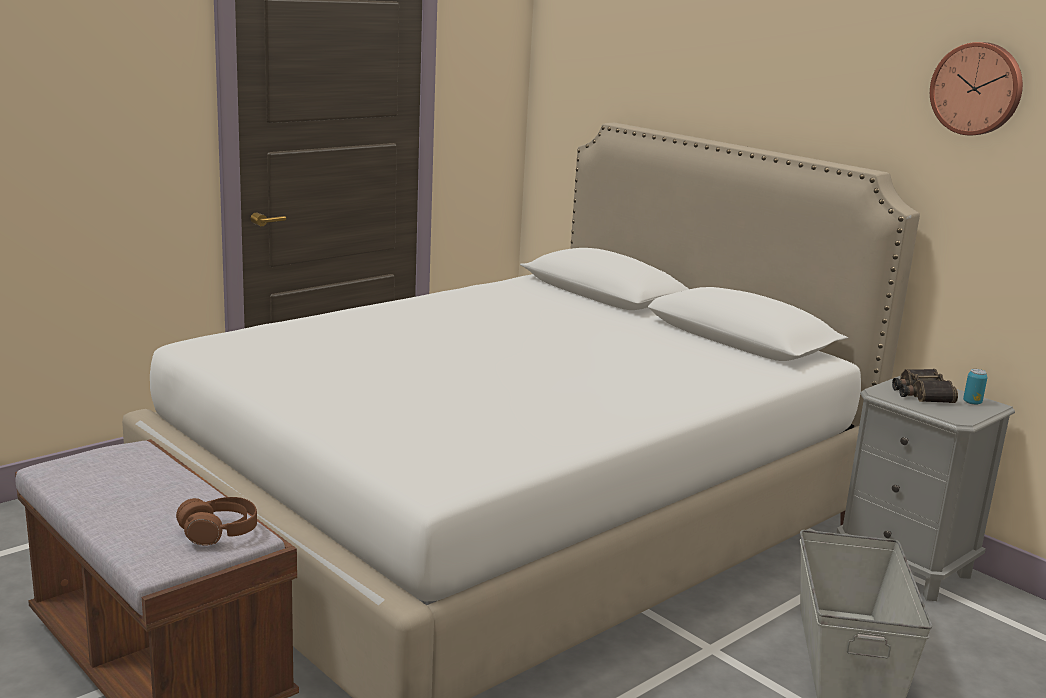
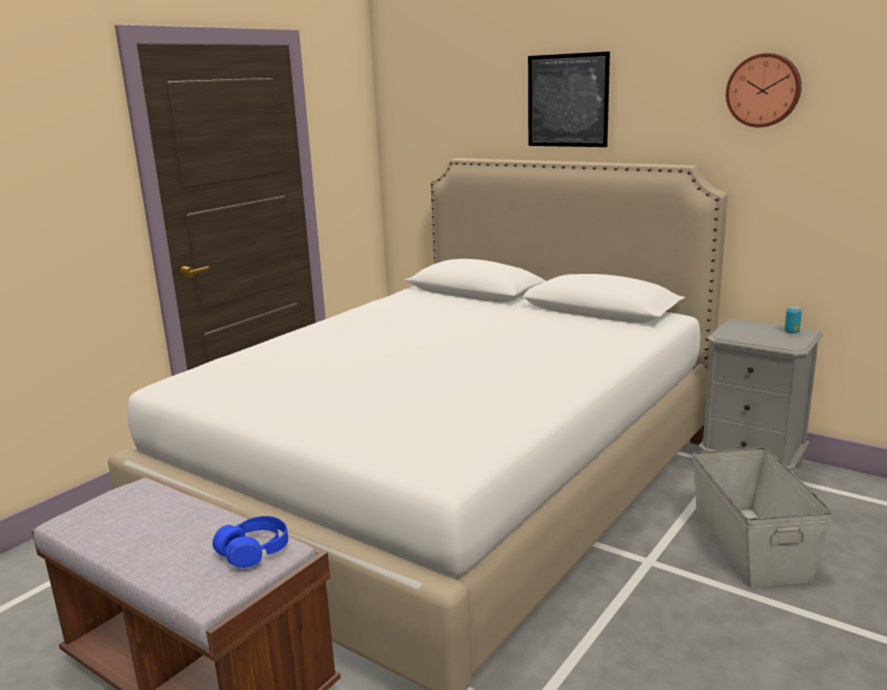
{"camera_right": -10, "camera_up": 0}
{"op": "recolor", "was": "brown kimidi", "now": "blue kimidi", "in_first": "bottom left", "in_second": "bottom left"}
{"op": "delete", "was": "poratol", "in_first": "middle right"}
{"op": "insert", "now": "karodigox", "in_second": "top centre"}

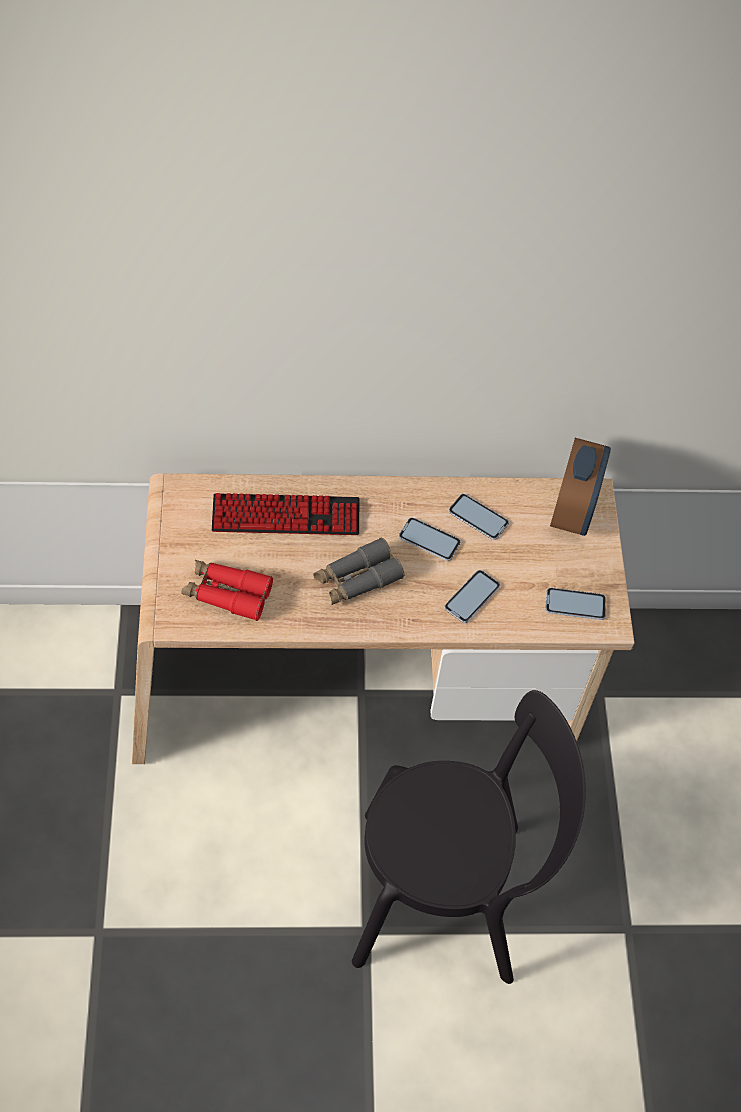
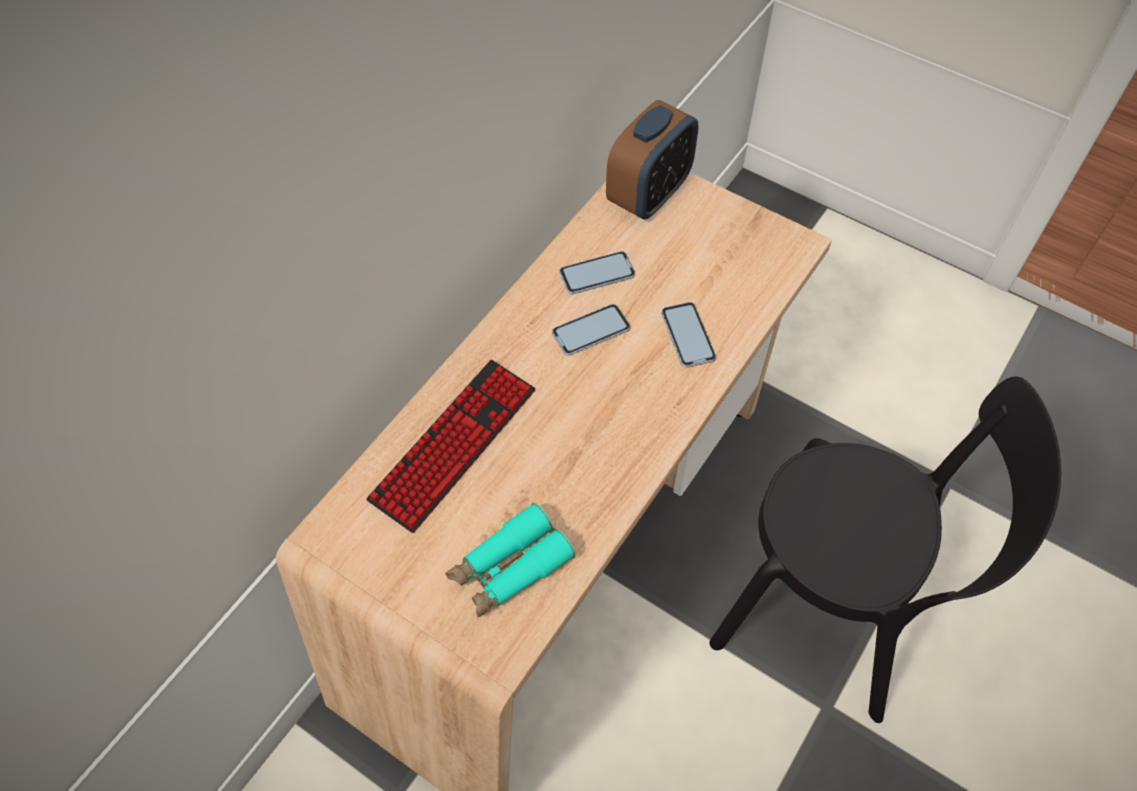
{"camera_right": -50, "camera_up": 0}
{"op": "recolor", "was": "red poratol", "now": "turquoise poratol", "in_first": "middle left", "in_second": "bottom centre"}
{"op": "delete", "was": "grey poratol", "in_first": "centre"}
{"op": "rotate", "was": "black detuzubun", "in_first": "bottom centre", "in_second": "bottom right", "clockwise": 75}
{"op": "delete", "was": "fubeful (4th from left)", "in_first": "middle right"}
{"op": "rotate", "was": "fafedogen", "in_first": "middle right", "in_second": "top centre", "clockwise": 75}

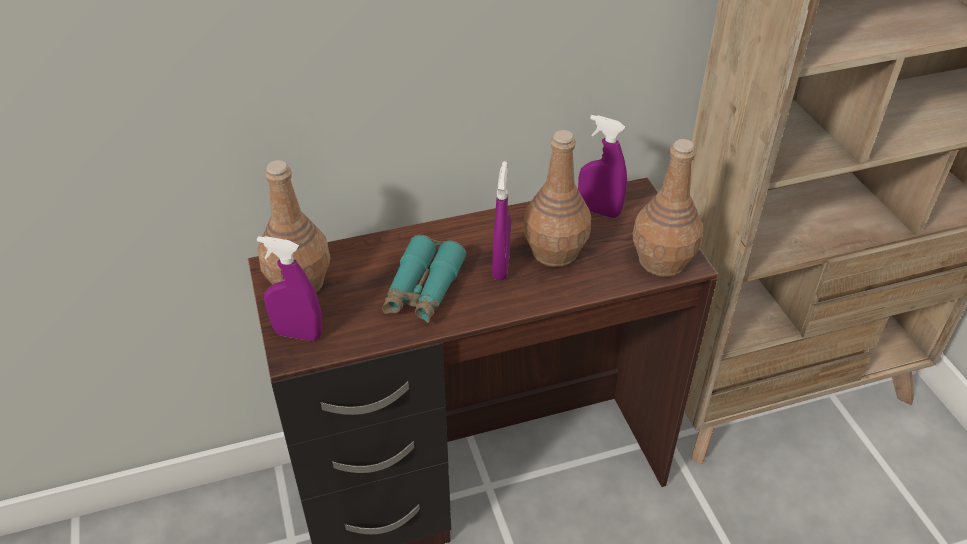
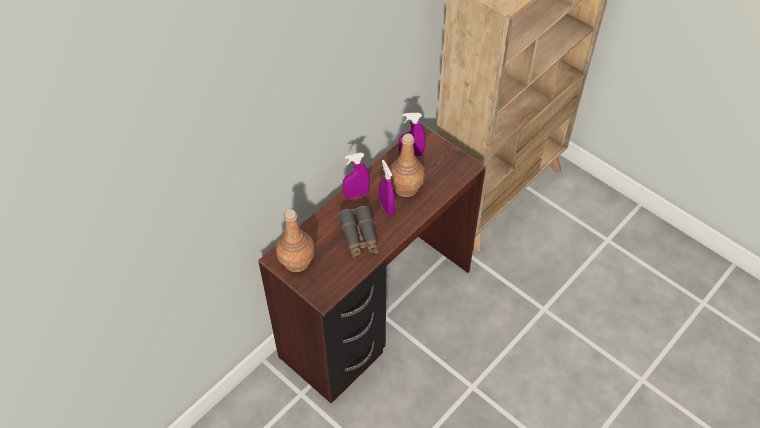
{"camera_right": -30, "camera_up": 10}
{"op": "move", "was": "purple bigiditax (1st from left)", "in_first": "middle left", "in_second": "centre"}
{"op": "recolor", "was": "turquoise poratol", "now": "grey poratol", "in_first": "centre", "in_second": "centre"}
{"op": "delete", "was": "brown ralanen (3rd from left)", "in_first": "middle right"}

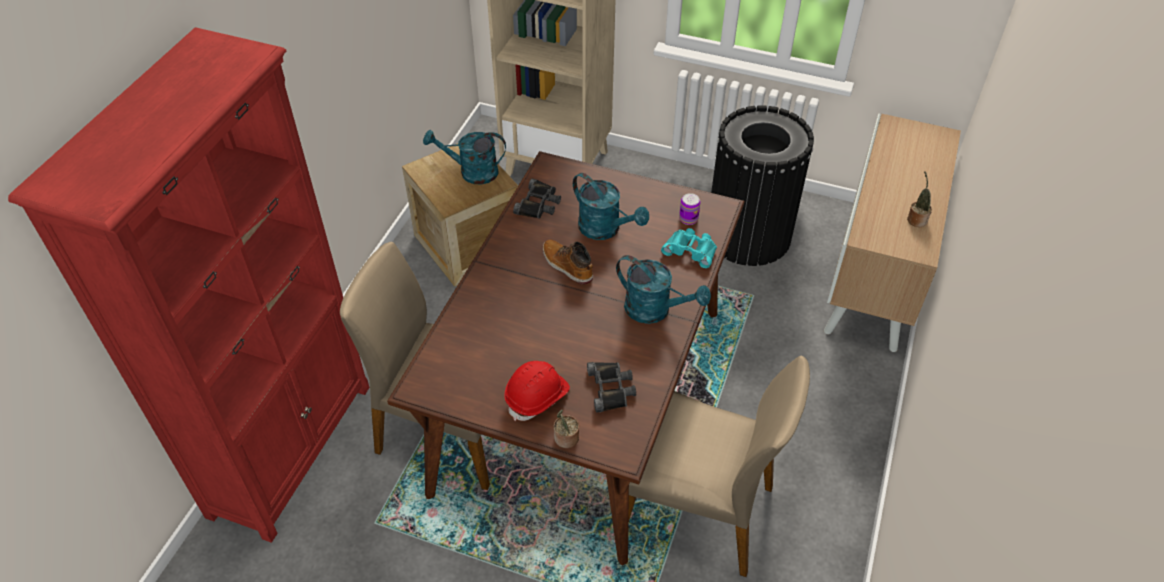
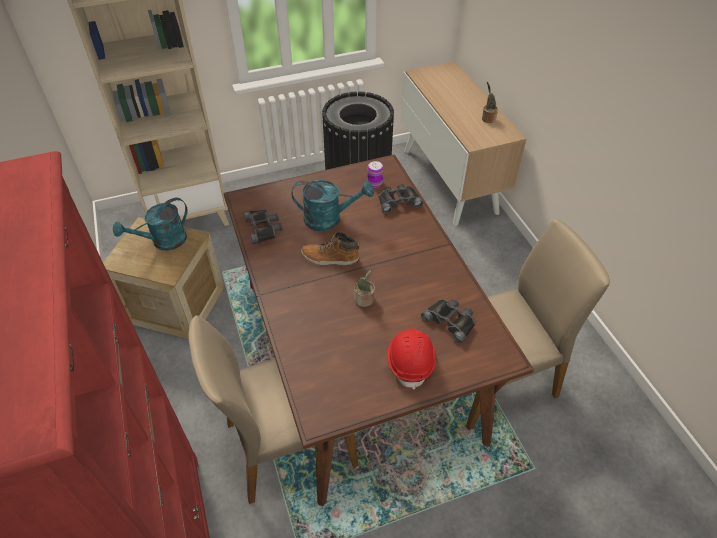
{"camera_right": -40, "camera_up": 0}
{"op": "move", "was": "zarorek (1st from left)", "in_first": "bottom centre", "in_second": "centre"}
{"op": "delete", "was": "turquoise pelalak (3rd from left)", "in_first": "centre"}
{"op": "recolor", "was": "turquoise poratol", "now": "black poratol (2nd from left)", "in_first": "centre", "in_second": "centre"}

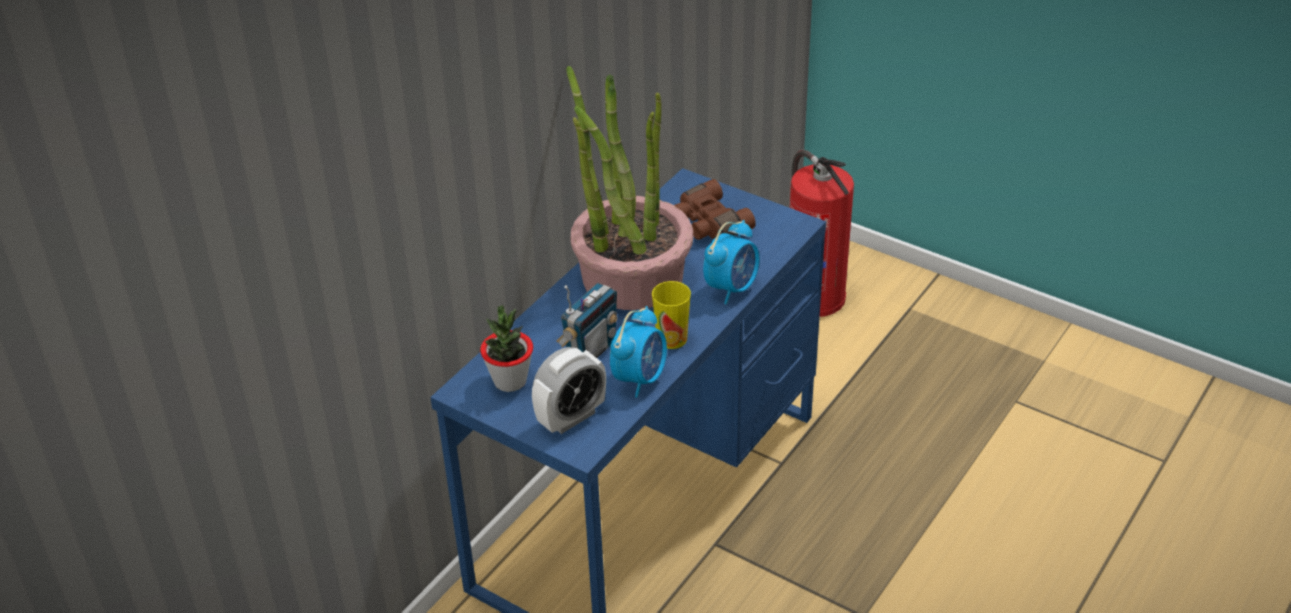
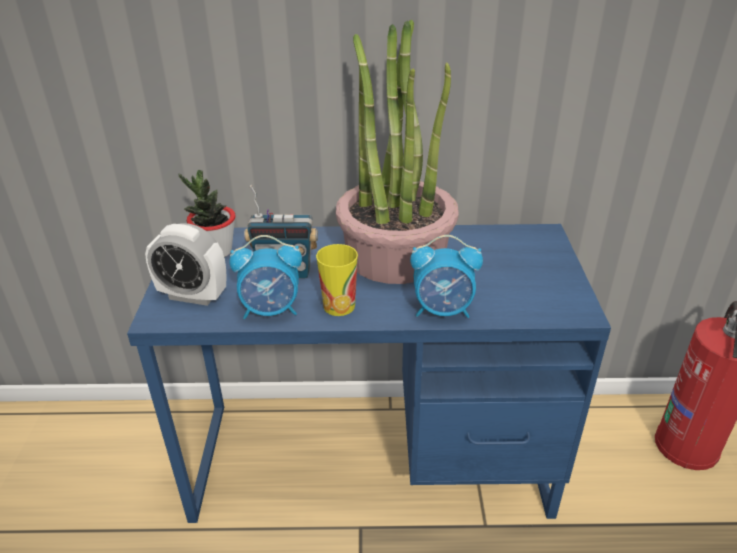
{"camera_right": 55, "camera_up": -5}
{"op": "delete", "was": "brown poratol", "in_first": "centre"}

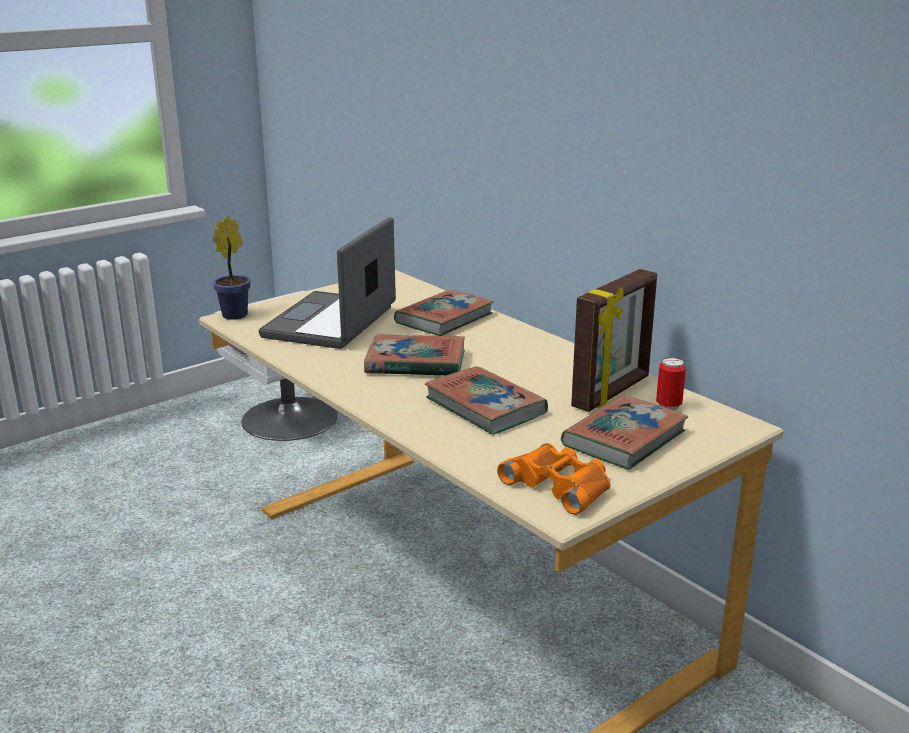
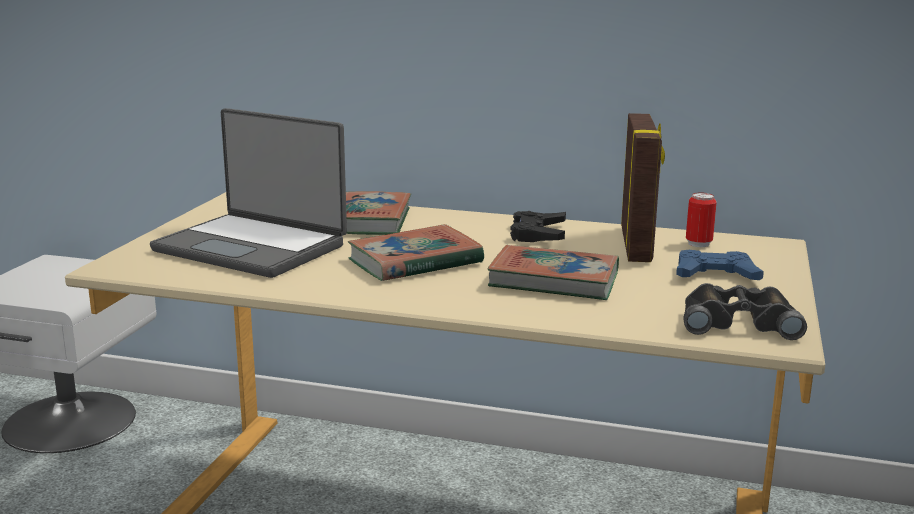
{"camera_right": -35, "camera_up": -5}
{"op": "delete", "was": "zarorek", "in_first": "middle left"}
{"op": "rotate", "was": "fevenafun", "in_first": "centre", "in_second": "middle left", "clockwise": -45}
{"op": "recolor", "was": "orange poratol", "now": "black poratol", "in_first": "centre", "in_second": "middle right"}
{"op": "replace", "was": "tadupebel (4th from left)", "now": "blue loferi", "in_first": "middle right", "in_second": "middle right"}
{"op": "insert", "now": "black loferi", "in_second": "centre"}

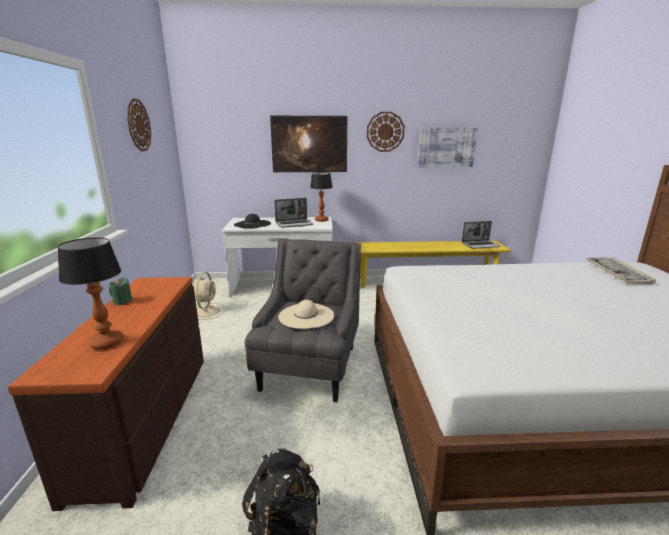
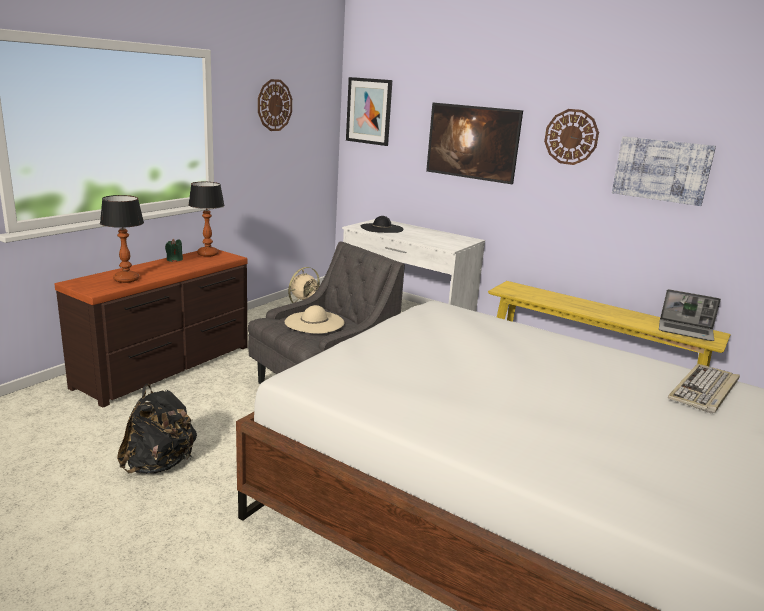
{"camera_right": 35, "camera_up": 0}
{"op": "delete", "was": "fevenafun (1st from left)", "in_first": "centre"}
{"op": "move", "was": "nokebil (2nd from left)", "in_first": "centre", "in_second": "middle left"}
{"op": "insert", "now": "karodigox (1st from left)", "in_second": "top centre"}

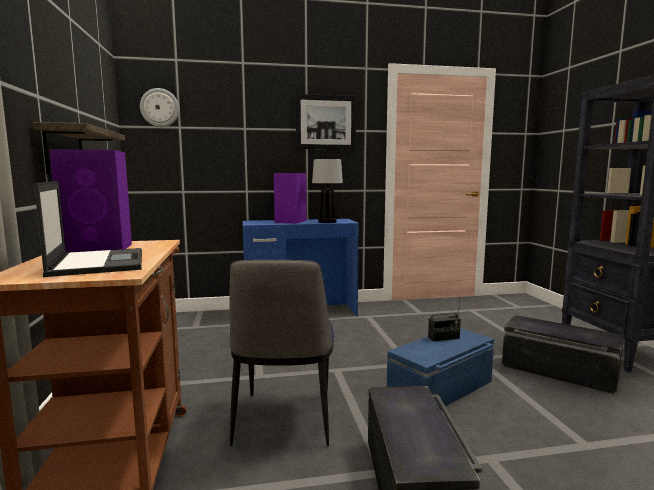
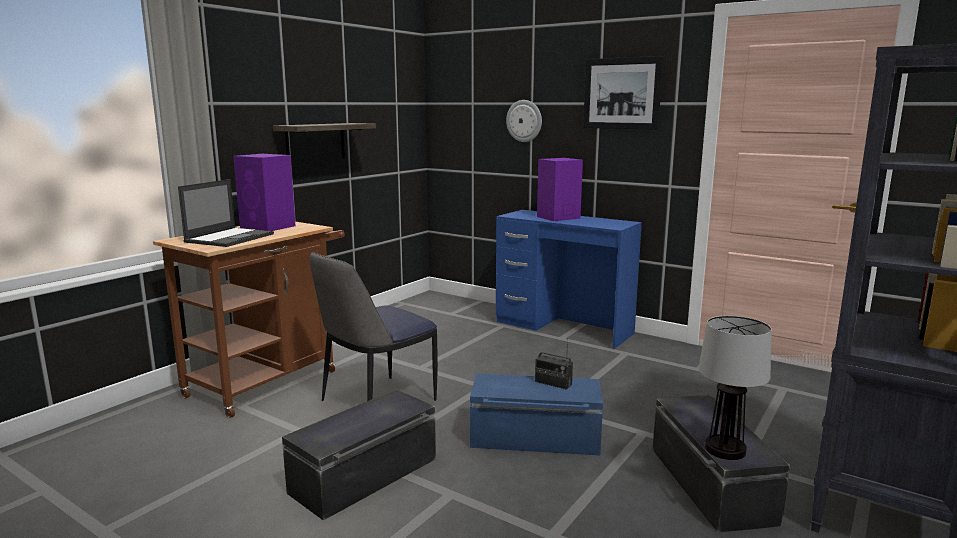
{"camera_right": 45, "camera_up": 5}
{"op": "move", "was": "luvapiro", "in_first": "top left", "in_second": "top centre"}
{"op": "move", "was": "nokebil", "in_first": "centre", "in_second": "bottom right"}

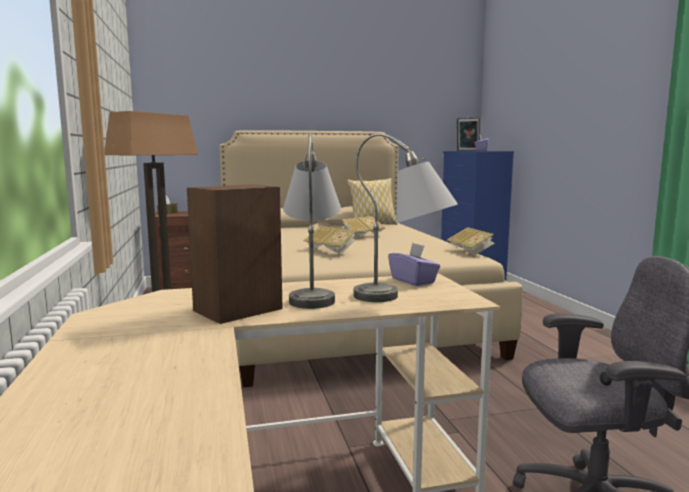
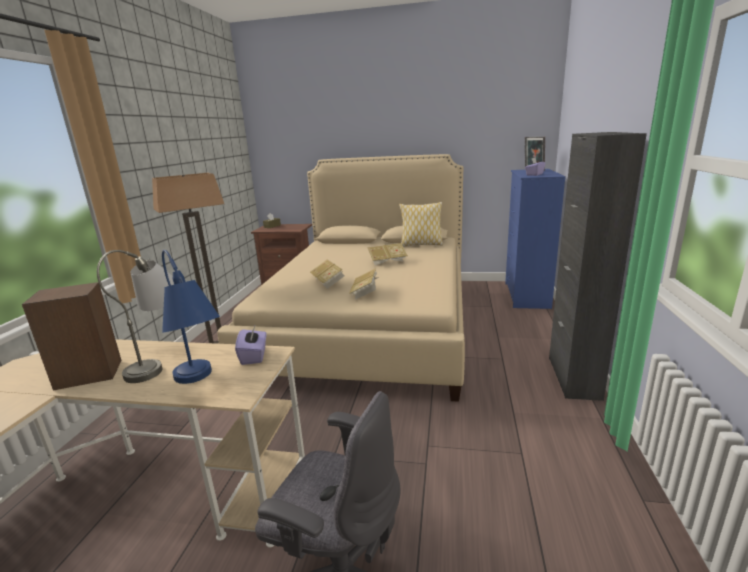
{"camera_right": 25, "camera_up": 10}
{"op": "recolor", "was": "grey nokebil (2nd from left)", "now": "blue nokebil", "in_first": "centre", "in_second": "middle left"}
{"op": "move", "was": "tadupebel (3rd from left in the first image)", "now": "tadupebel (2nd from left)", "in_first": "middle right", "in_second": "centre"}
{"op": "insert", "now": "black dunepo", "in_second": "middle right"}

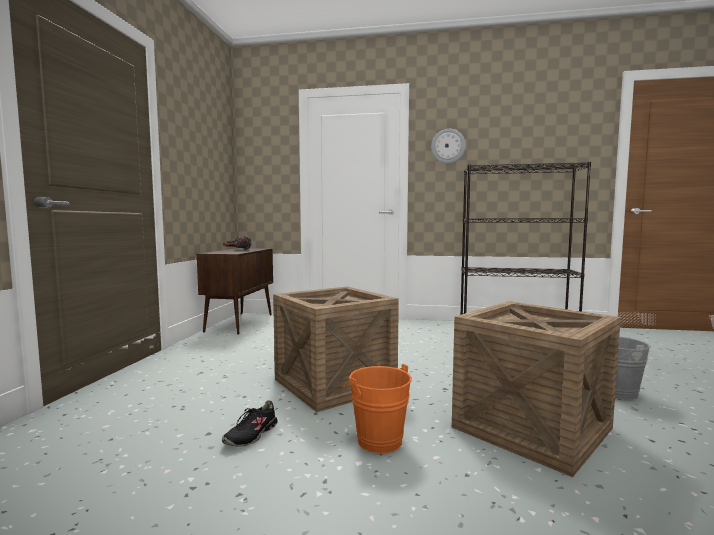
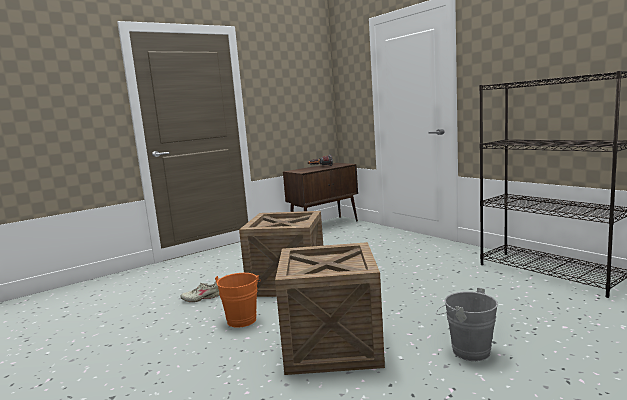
{"camera_right": 45, "camera_up": 5}
{"op": "recolor", "was": "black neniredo", "now": "beige neniredo", "in_first": "bottom centre", "in_second": "bottom left"}
{"op": "delete", "was": "luvapiro", "in_first": "top centre"}

